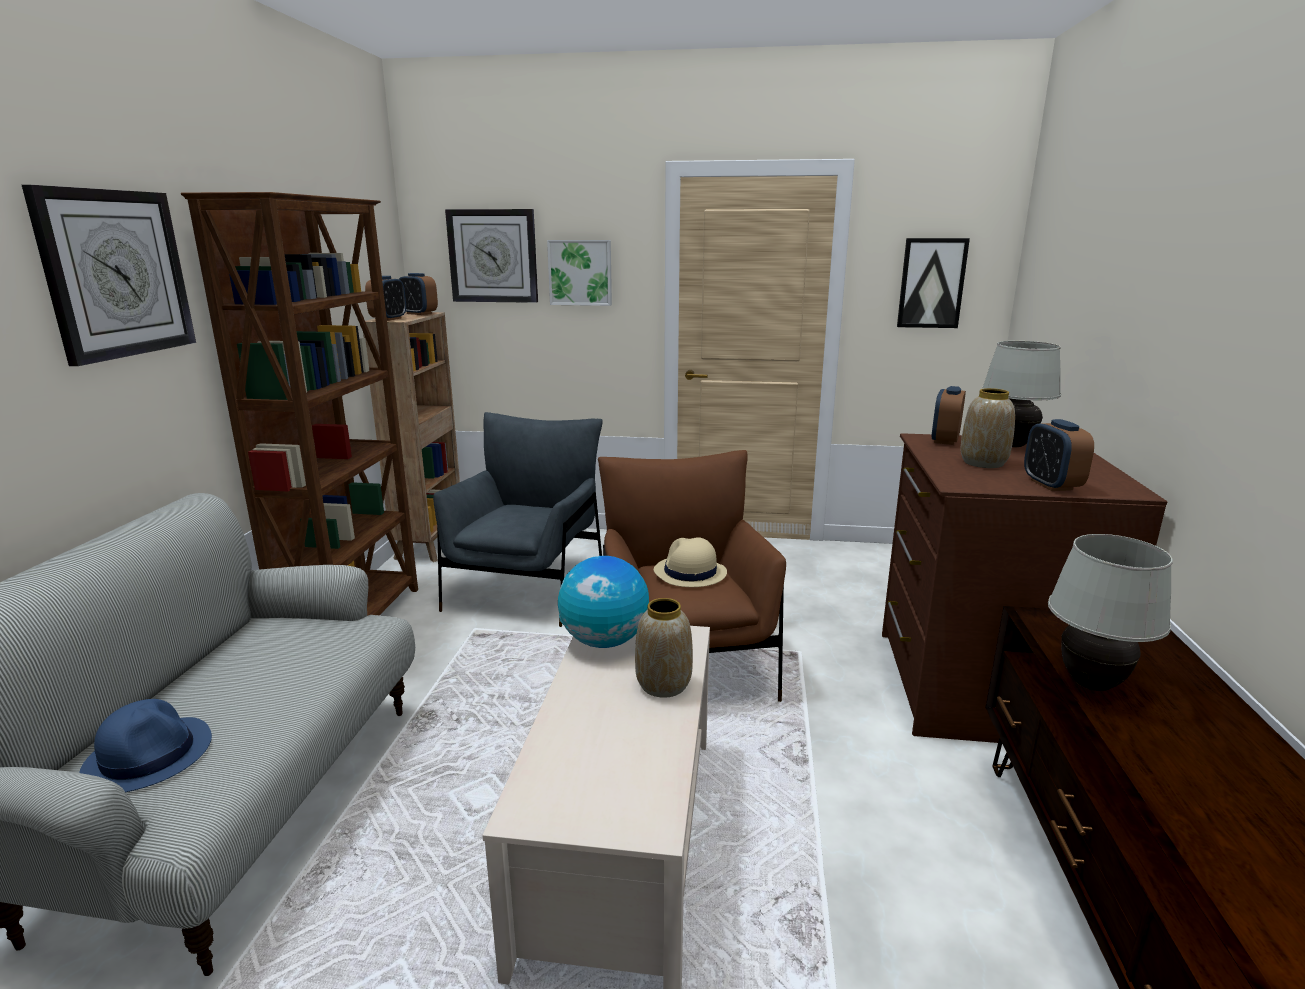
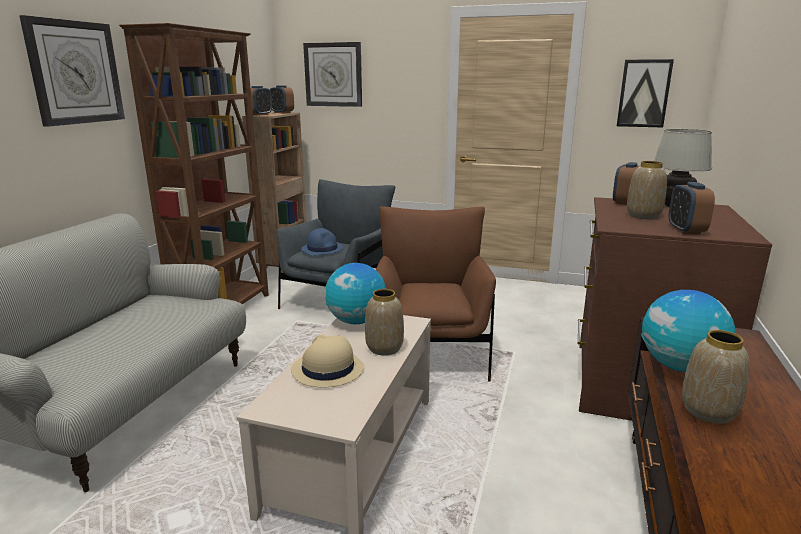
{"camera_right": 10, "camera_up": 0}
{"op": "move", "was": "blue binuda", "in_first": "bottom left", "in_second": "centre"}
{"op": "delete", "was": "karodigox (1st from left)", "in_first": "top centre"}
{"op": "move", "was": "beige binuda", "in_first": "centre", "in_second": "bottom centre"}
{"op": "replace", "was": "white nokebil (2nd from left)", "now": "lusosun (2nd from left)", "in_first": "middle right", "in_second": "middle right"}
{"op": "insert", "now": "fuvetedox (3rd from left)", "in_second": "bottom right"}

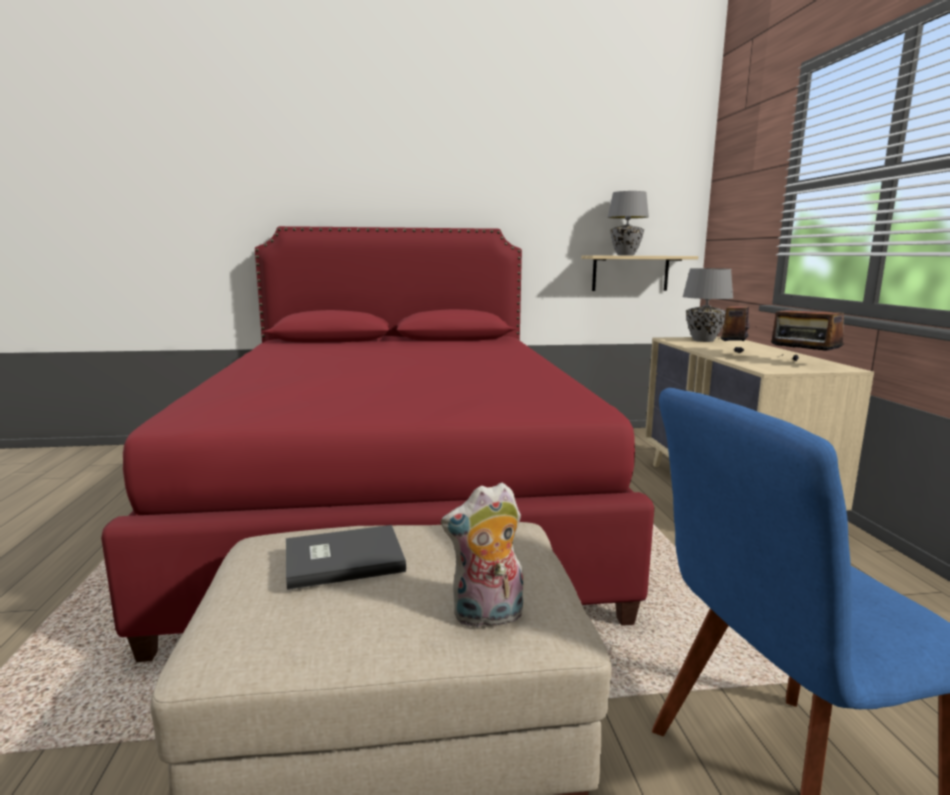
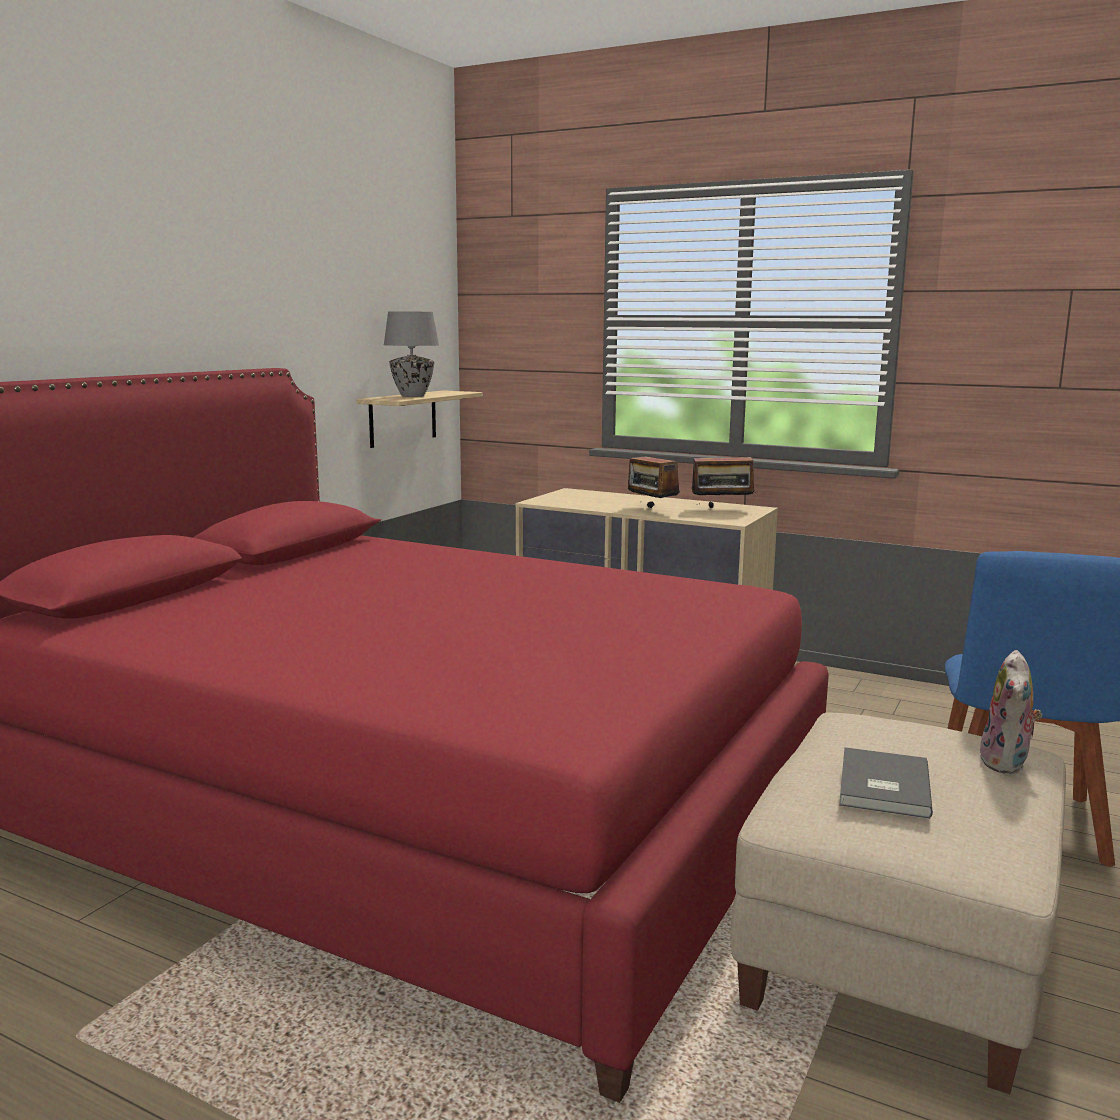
{"camera_right": -55, "camera_up": 0}
{"op": "delete", "was": "grey nokebil (2nd from left)", "in_first": "middle right"}

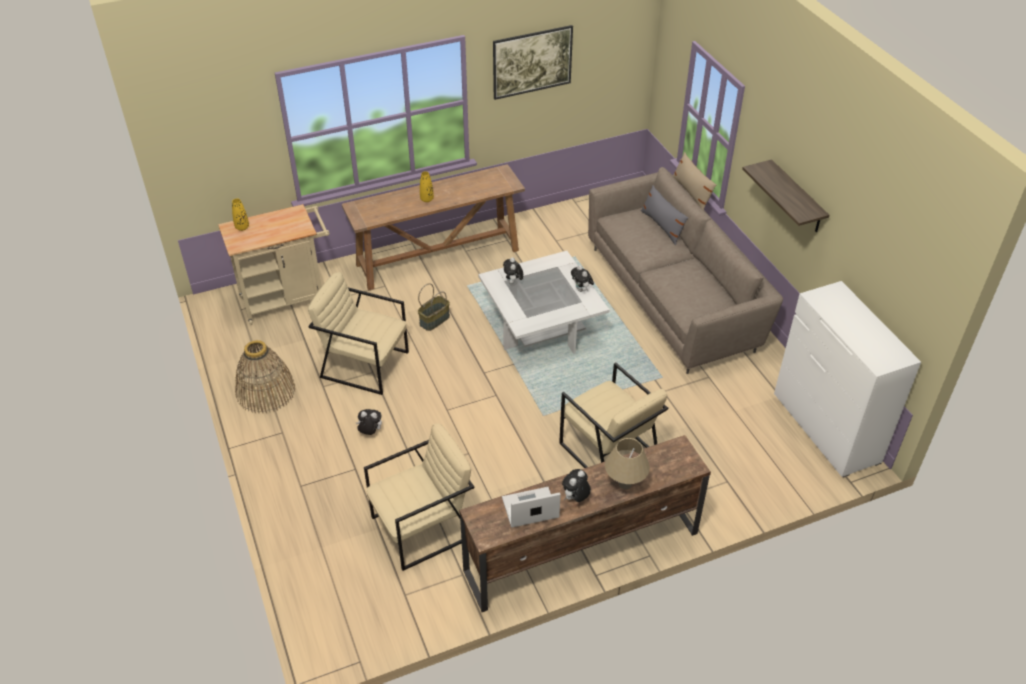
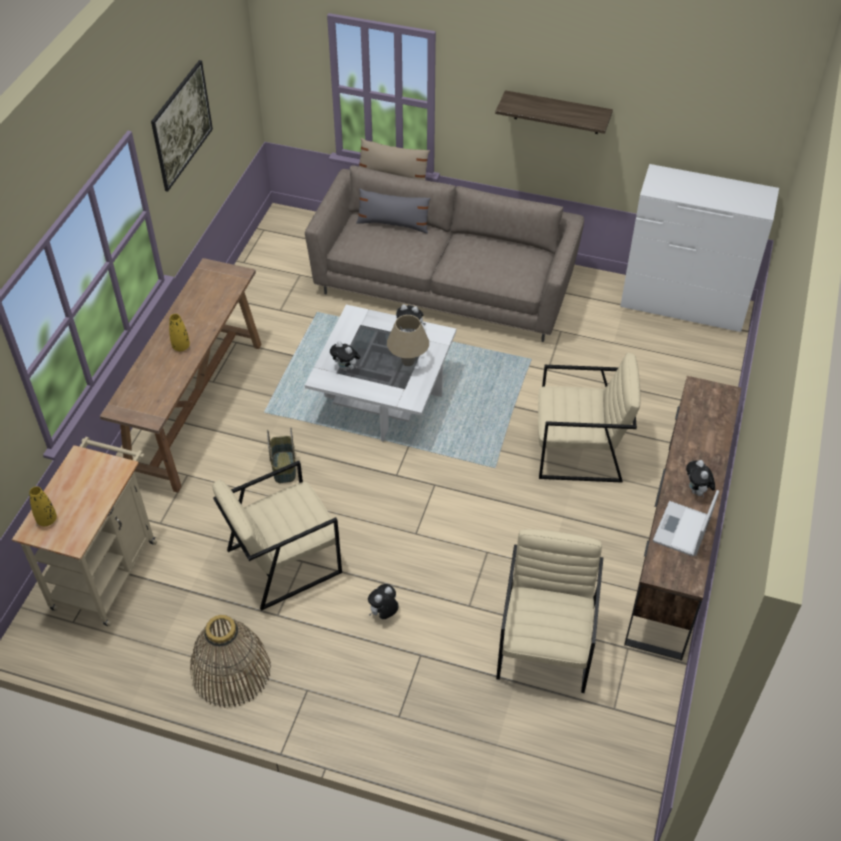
{"camera_right": -50, "camera_up": 5}
{"op": "move", "was": "beige nokebil", "in_first": "bottom centre", "in_second": "centre"}

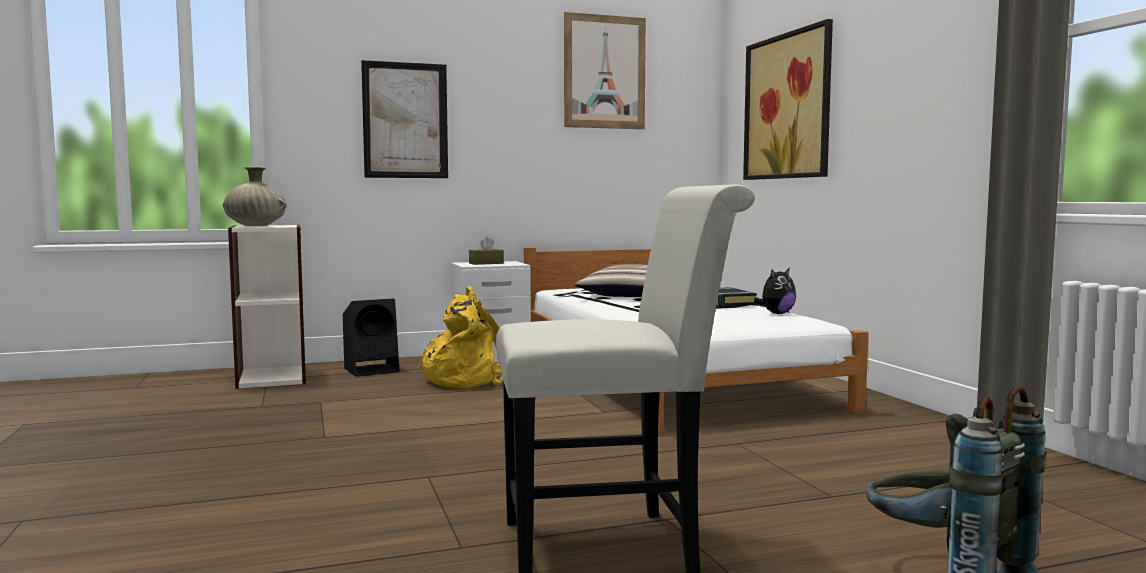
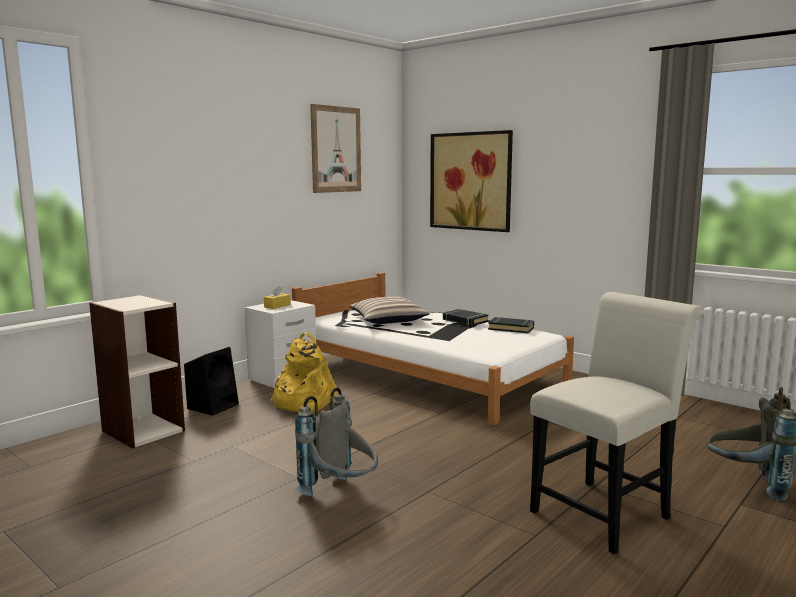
{"camera_right": -30, "camera_up": 5}
{"op": "delete", "was": "beige fuvetedox", "in_first": "middle left"}
{"op": "delete", "was": "karodigox (1st from left)", "in_first": "top centre"}
{"op": "recolor", "was": "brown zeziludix", "now": "yellow zeziludix", "in_first": "centre", "in_second": "centre"}
{"op": "replace", "was": "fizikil", "now": "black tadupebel (2nd from left)", "in_first": "middle right", "in_second": "centre"}
{"op": "insert", "now": "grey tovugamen (1st from left)", "in_second": "bottom centre"}

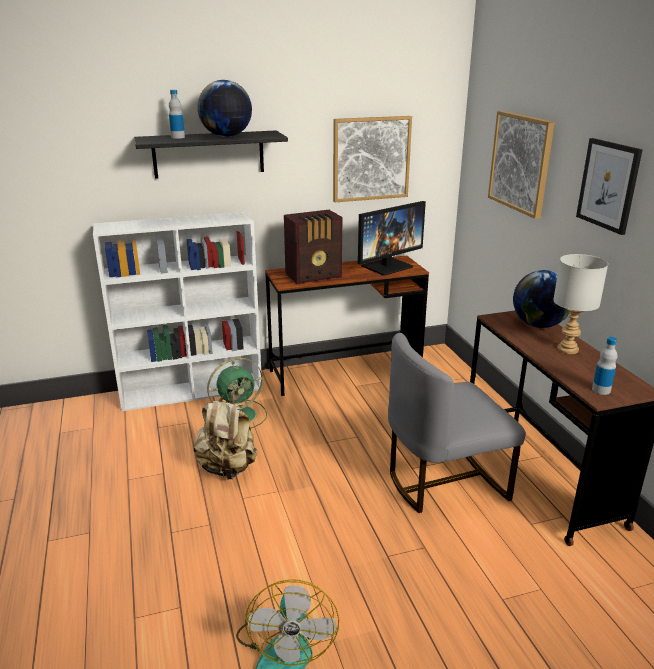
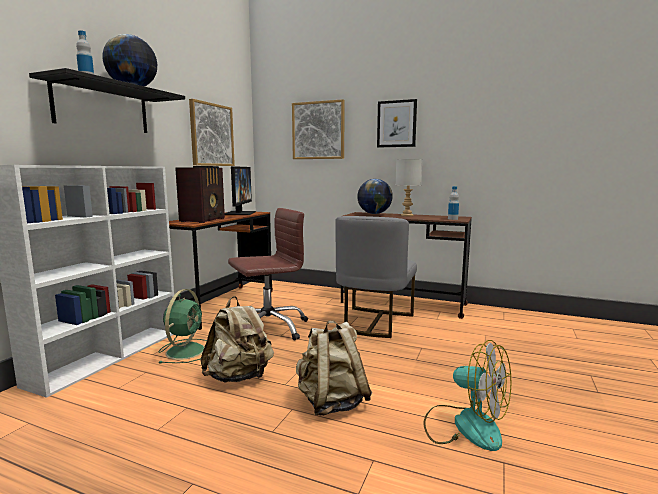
{"camera_right": -50, "camera_up": -15}
{"op": "insert", "now": "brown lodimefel", "in_second": "centre"}
{"op": "insert", "now": "beige tovugamen (2nd from left)", "in_second": "bottom centre"}

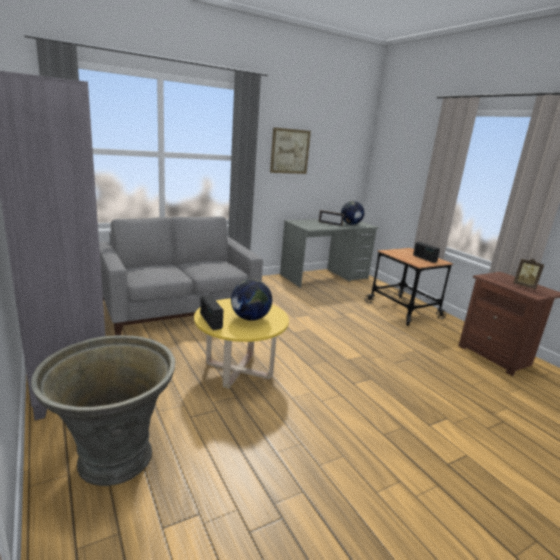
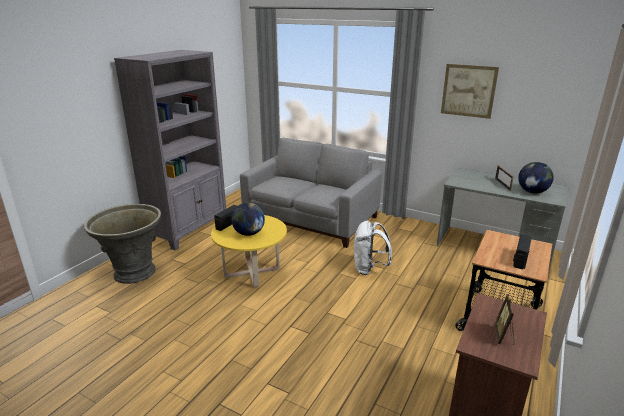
{"camera_right": 60, "camera_up": 5}
{"op": "insert", "now": "white tovugamen", "in_second": "centre"}

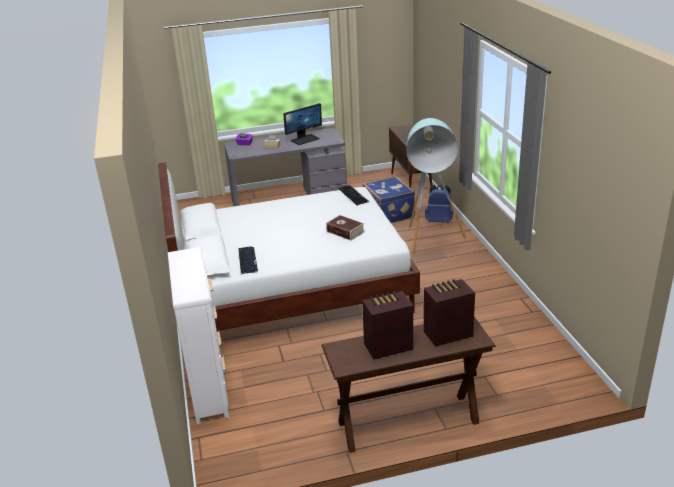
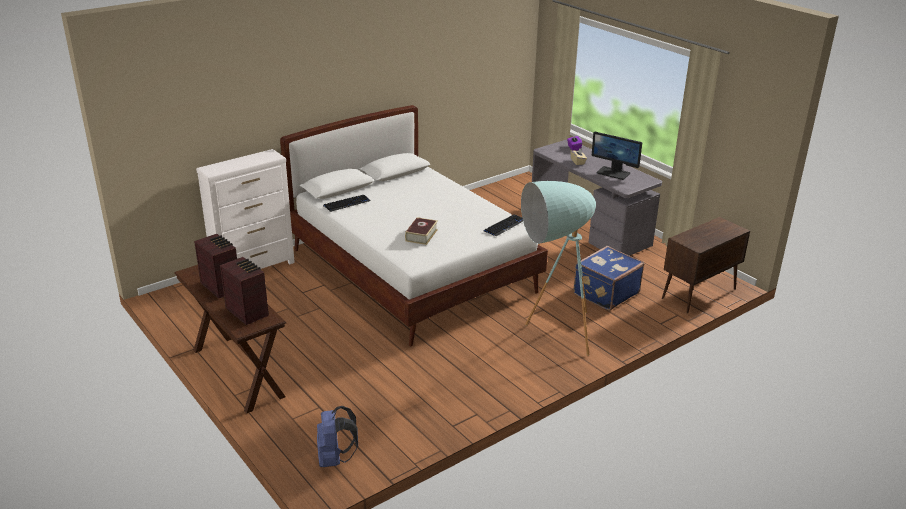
{"camera_right": 65, "camera_up": 0}
{"op": "move", "was": "blue tovugamen", "in_first": "centre", "in_second": "bottom centre"}

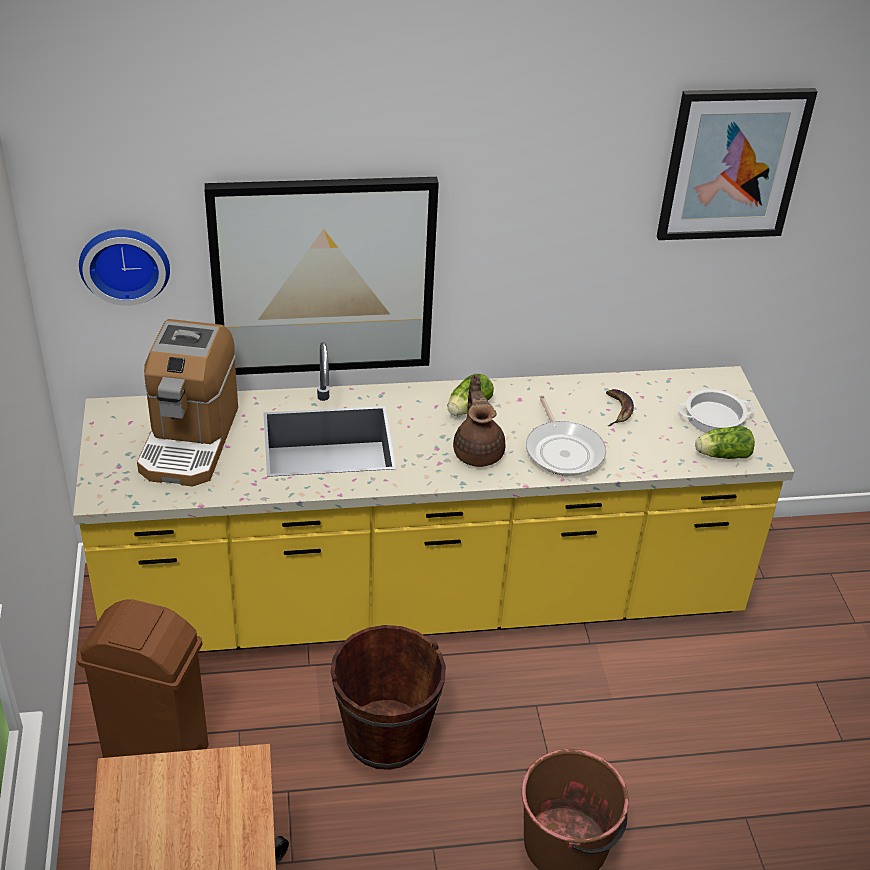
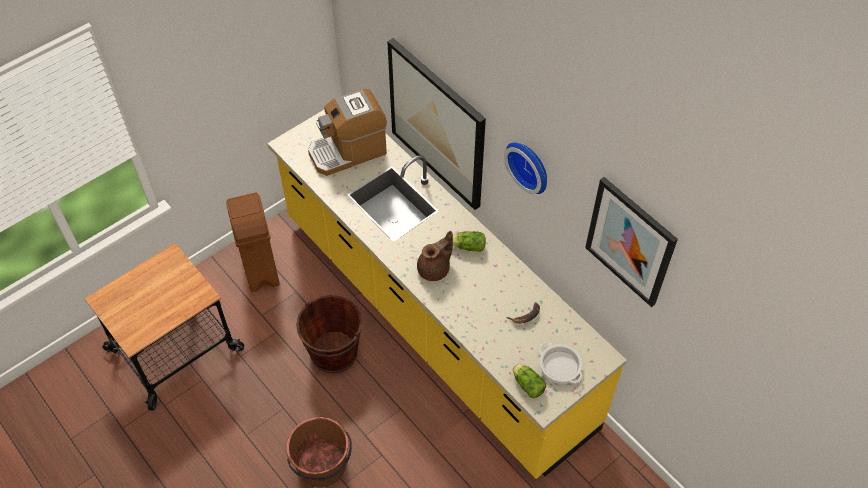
{"camera_right": 60, "camera_up": 15}
{"op": "move", "was": "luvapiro", "in_first": "top left", "in_second": "centre"}
{"op": "delete", "was": "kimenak", "in_first": "centre"}

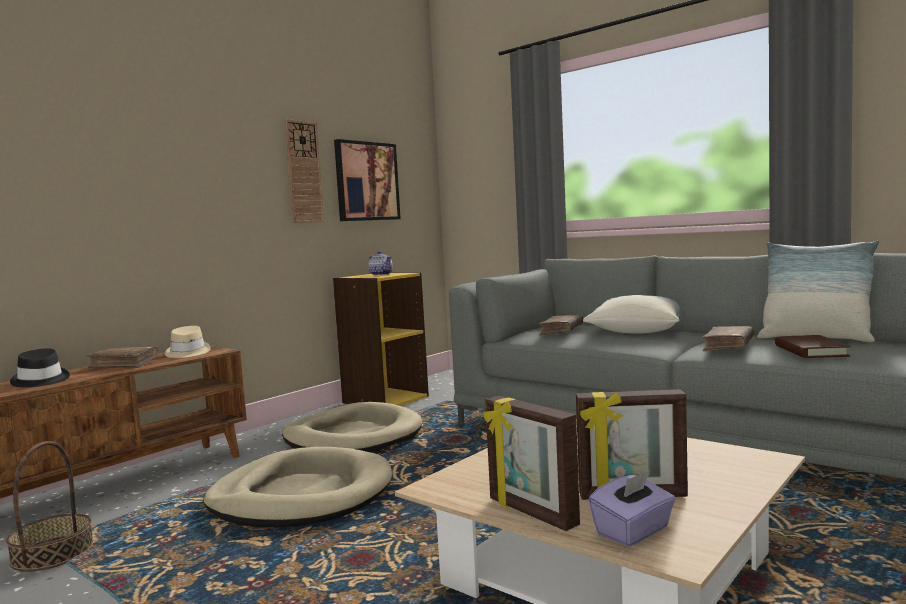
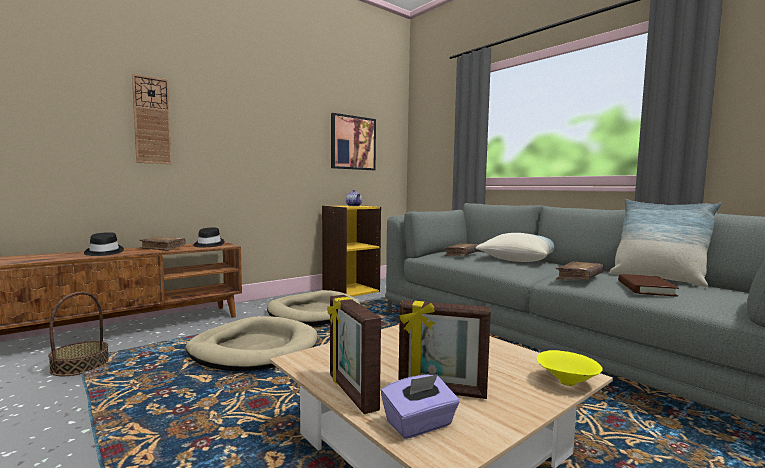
{"camera_right": 10, "camera_up": 0}
{"op": "recolor", "was": "beige binuda", "now": "black binuda (2nd from left)", "in_first": "middle left", "in_second": "middle left"}
{"op": "move", "was": "luvapiro", "in_first": "top centre", "in_second": "top left"}
{"op": "insert", "now": "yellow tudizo", "in_second": "bottom right"}

